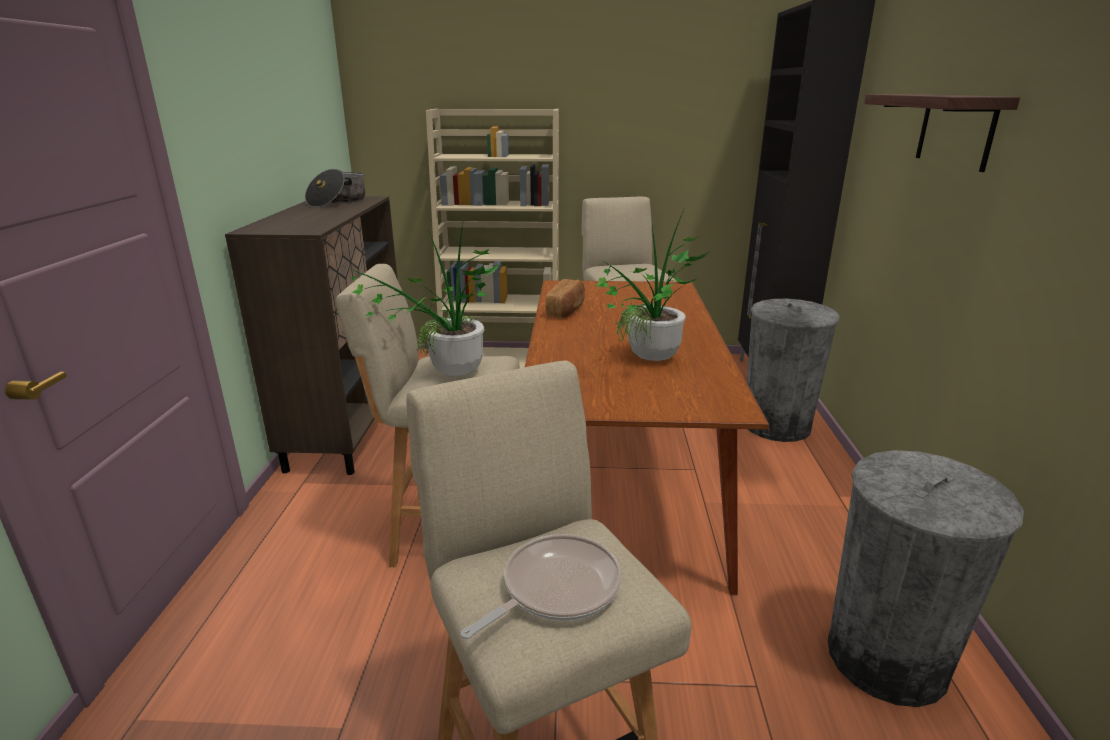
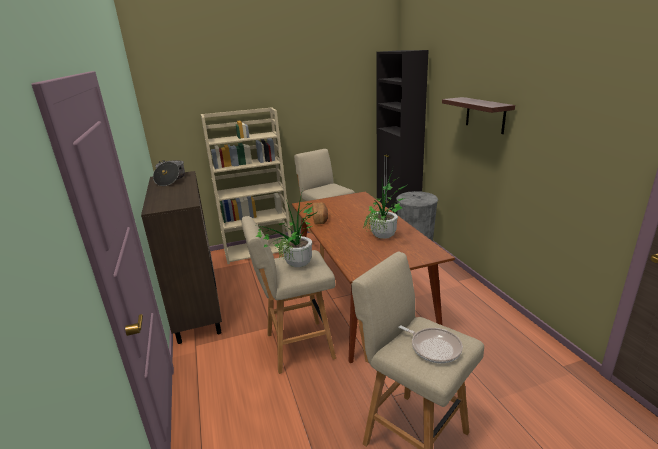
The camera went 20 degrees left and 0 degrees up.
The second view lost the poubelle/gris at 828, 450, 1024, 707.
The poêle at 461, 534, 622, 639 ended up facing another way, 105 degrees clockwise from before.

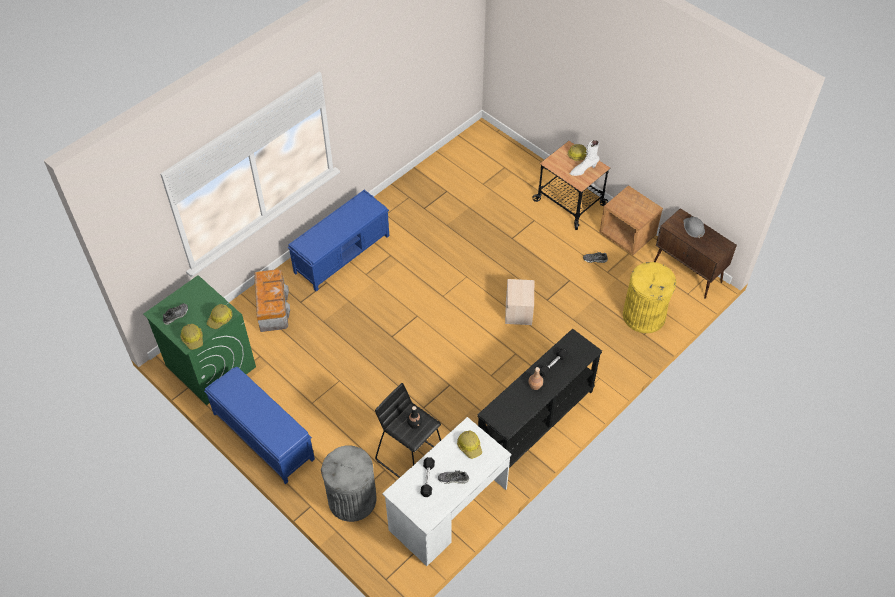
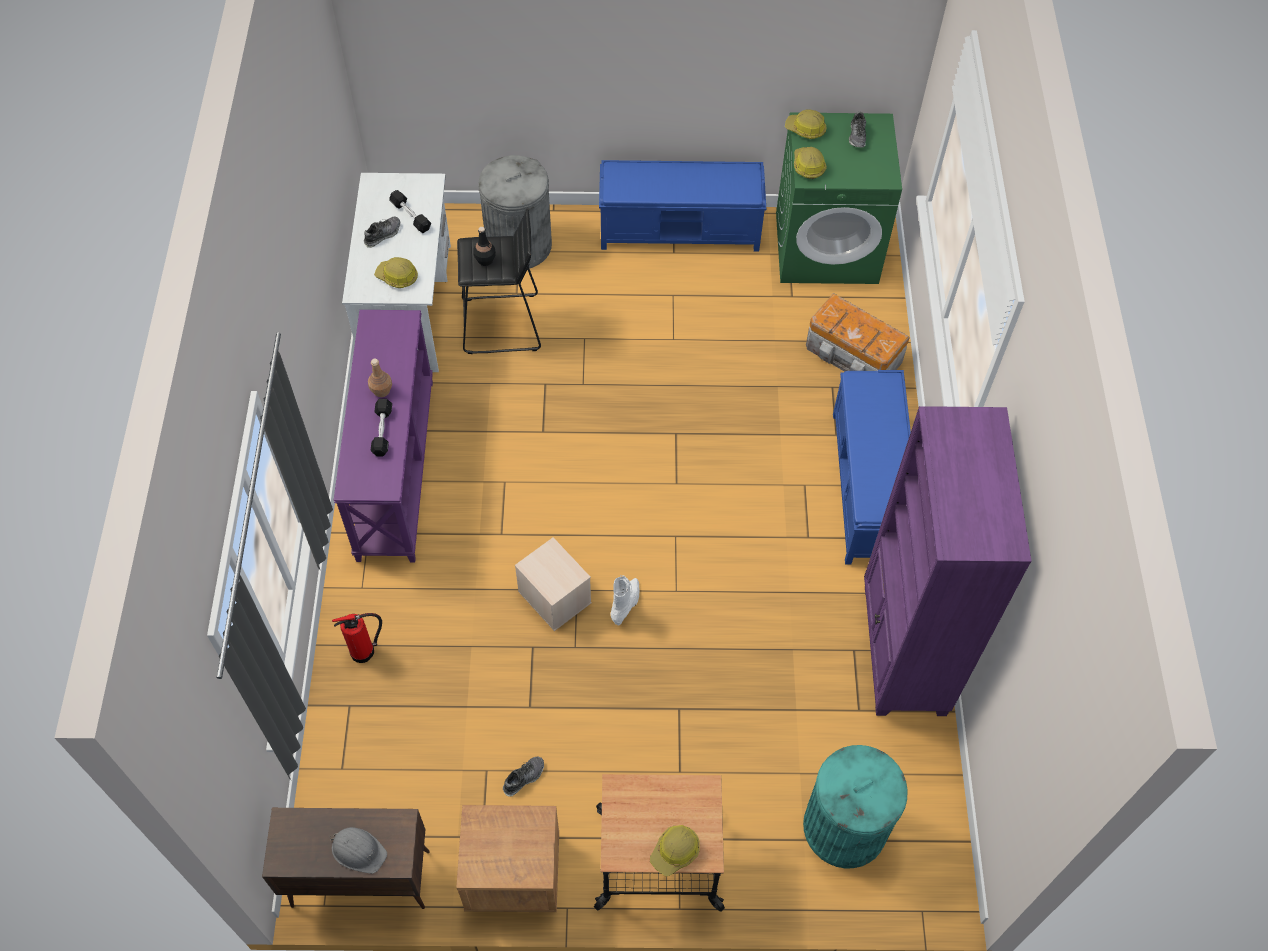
The camera went 135 degrees right and 5 degrees up.
The botte/blanc ended up elsewhere, having gone from 570, 140, 599, 176 to 611, 575, 639, 626.
The second view lost the poubelle/jaune at 623, 262, 676, 333.
What was the table console/noir at 477, 329, 602, 468 turned into the table console/violet at 333, 310, 433, 563.
The second view gained the bibliothèque/violet at 864, 406, 1032, 716.
The second view gained the extincteur at 332, 613, 382, 663.
The second view gained the poubelle/turquoise at 803, 745, 908, 868.

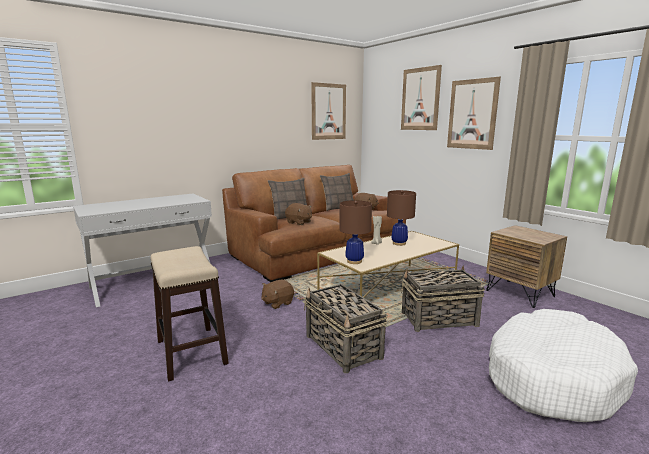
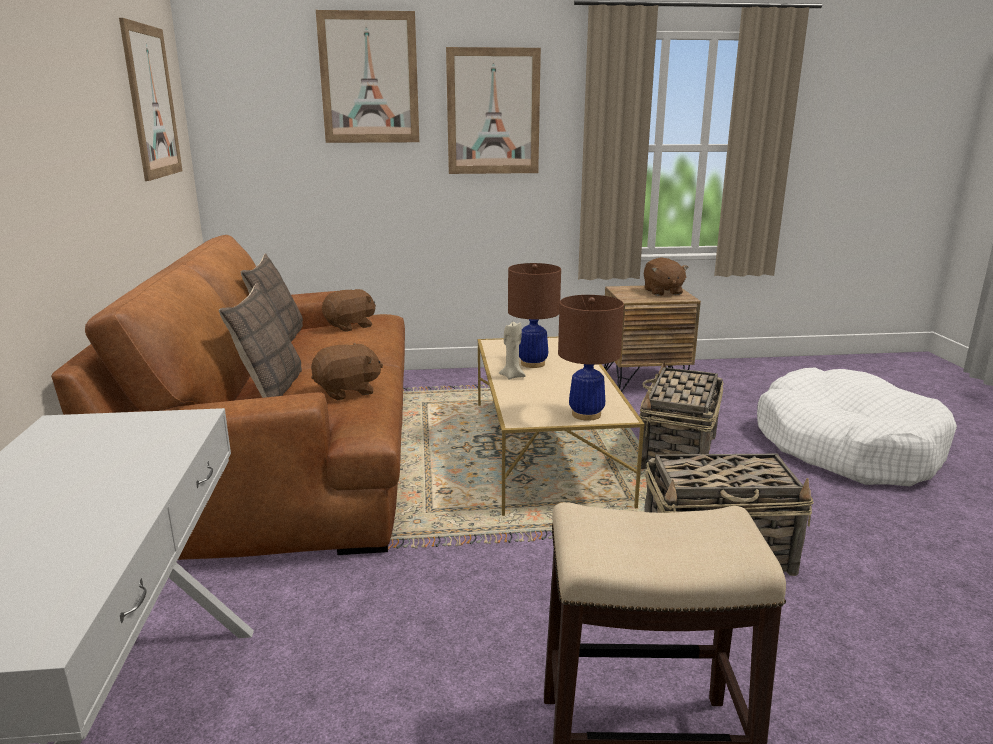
The camera went 60 degrees left and 5 degrees up.
The peluche/marron ended up elsewhere, having gone from 261, 280, 294, 309 to 644, 257, 689, 296.

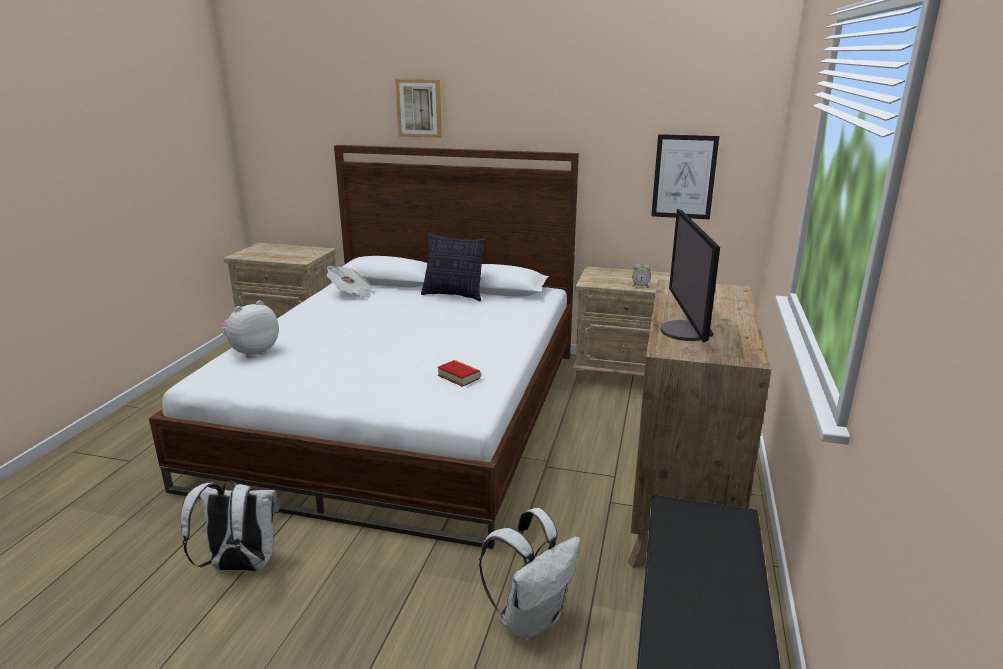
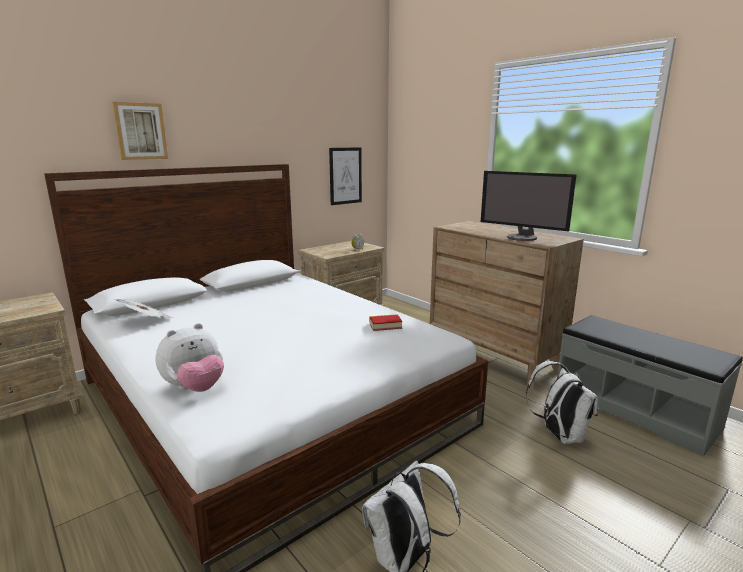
The camera went 55 degrees left and 5 degrees down.
The second view lost the coussin at 421, 232, 487, 301.
The peluche at 221, 300, 279, 358 ended up facing another way, 120 degrees counterclockwise from before.

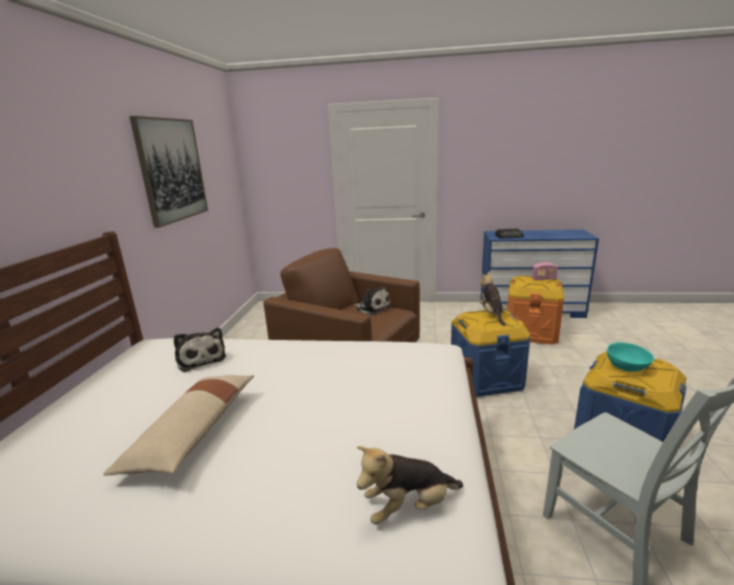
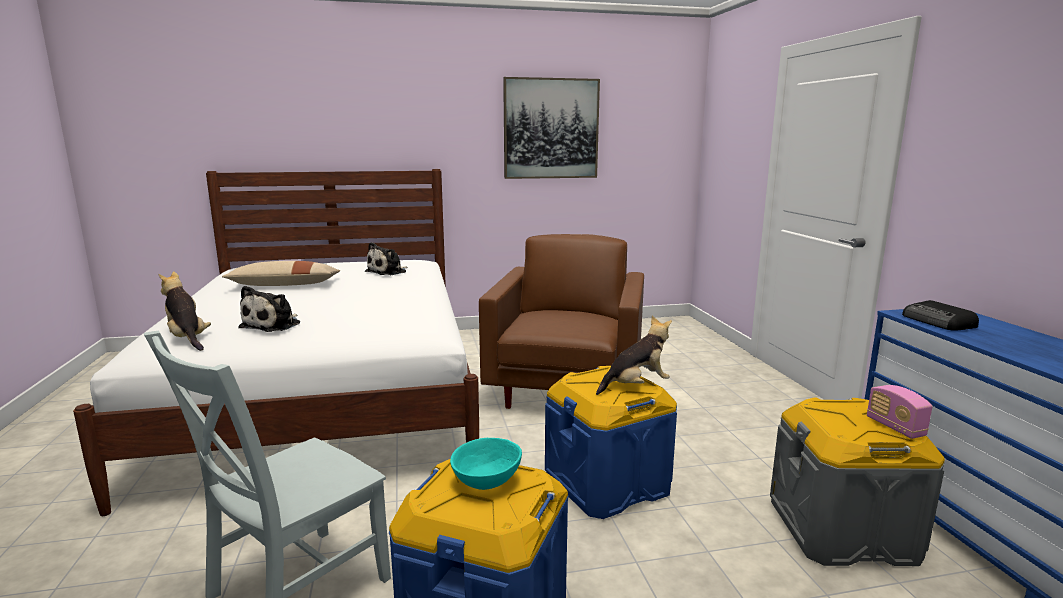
The camera went 70 degrees right and 5 degrees down.
What was the boîte de rangement/orange at 507, 276, 564, 345 turned into the boîte de rangement/gris at 770, 397, 945, 566.
The peluche ended up elsewhere, having gone from 353, 285, 391, 315 to 238, 286, 300, 332.

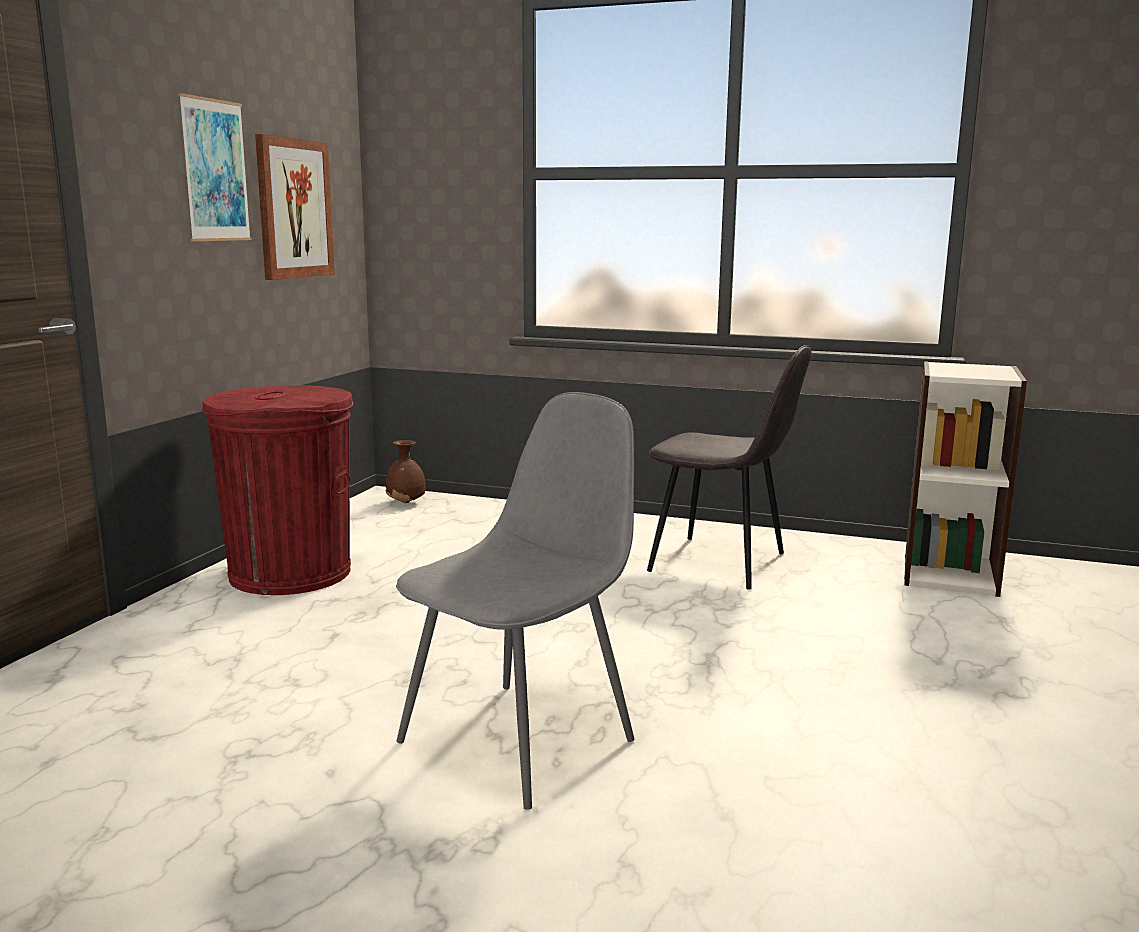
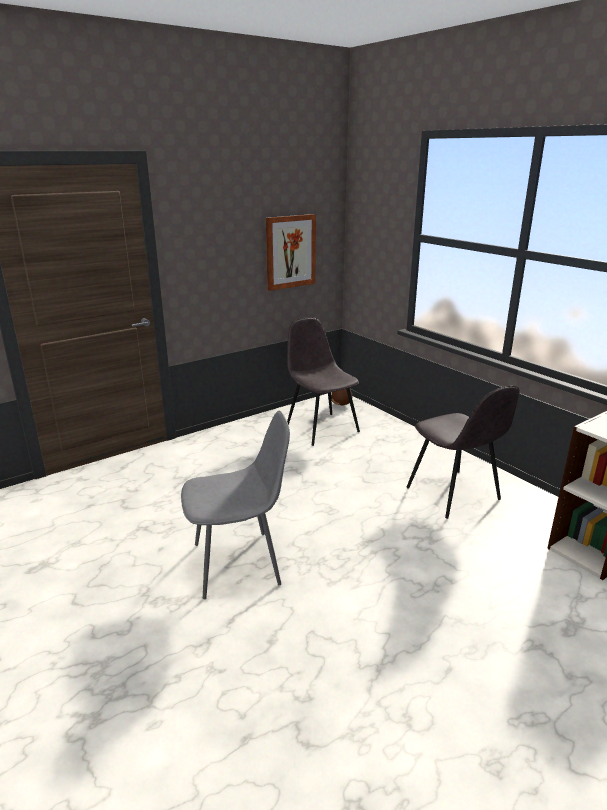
The camera went 35 degrees right and 10 degrees up.
The second view lost the tableau at 178, 93, 252, 241.
The second view lost the poubelle/rouge at 202, 385, 354, 595.
The second view gained the chaise/gris at 287, 317, 360, 446.

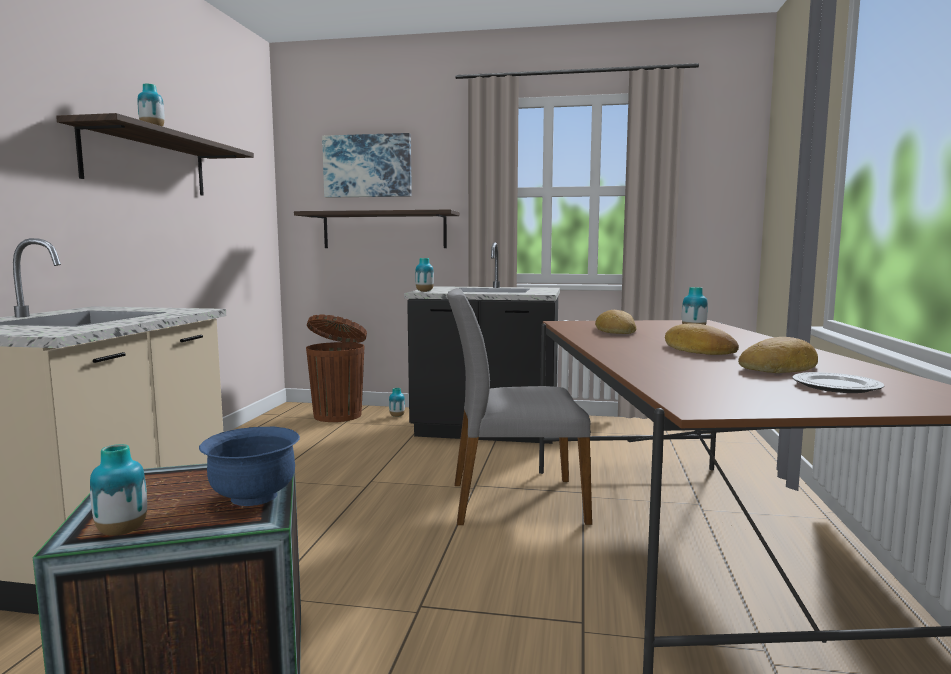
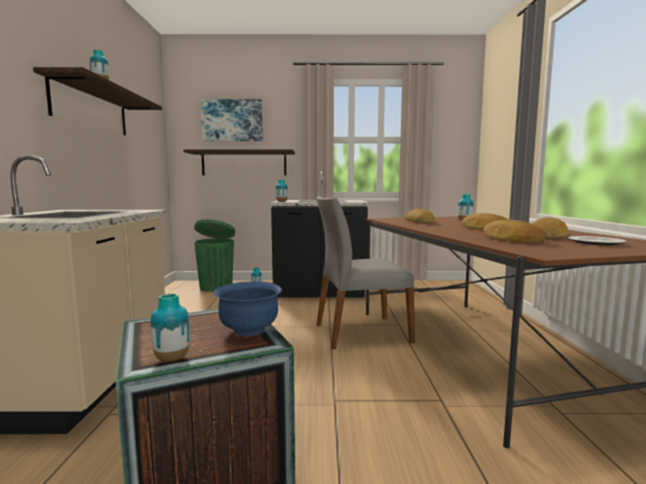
The camera went 10 degrees left and 0 degrees up.
What was the poubelle/marron at 306, 315, 367, 422 turned into the poubelle/vert at 194, 219, 235, 292.
The second view gained the pain at 483, 220, 547, 243.

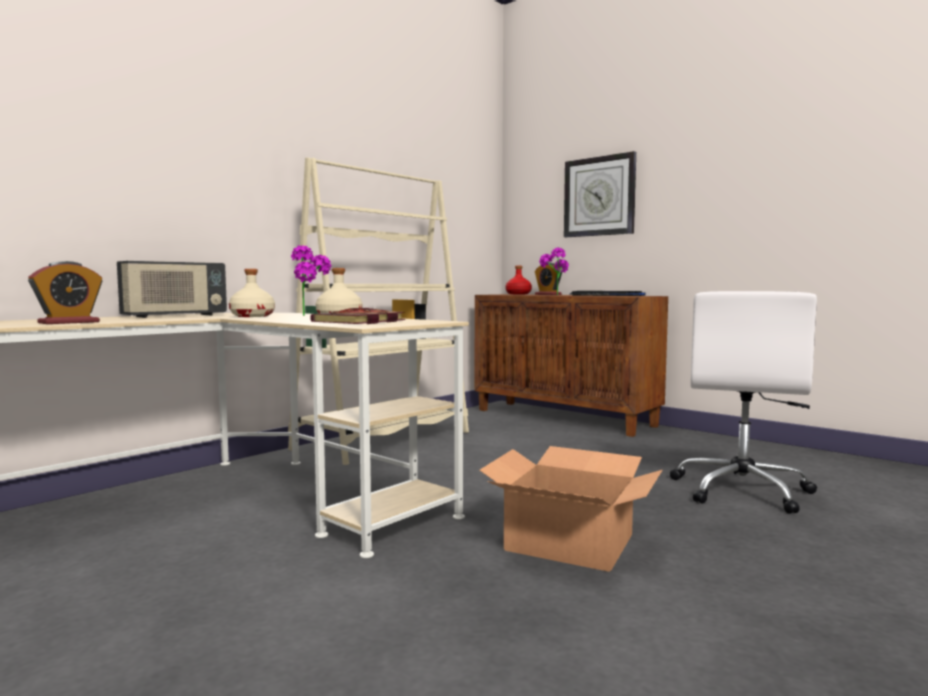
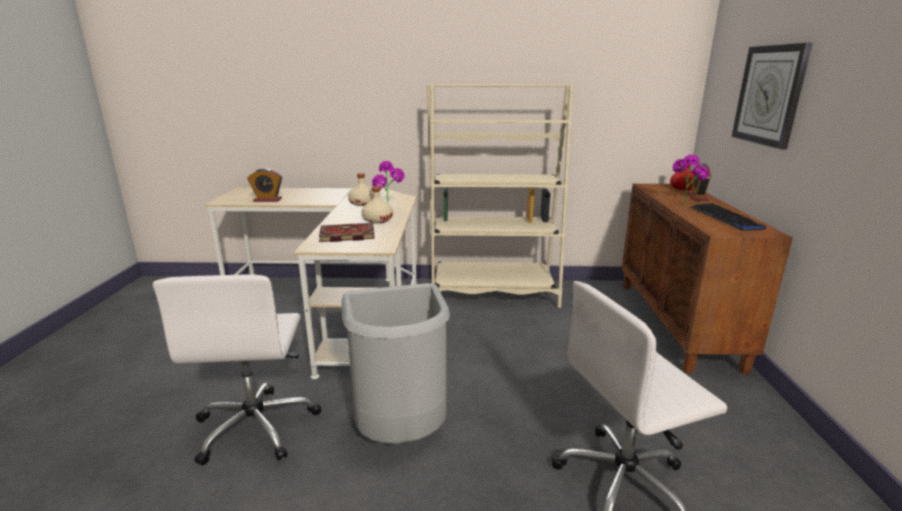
The camera went 50 degrees right and 15 degrees up.
The second view lost the radio at 117, 261, 227, 318.
Where the carton stood at 480, 446, 662, 572, the poubelle/gris came to stand at 341, 283, 450, 444.
The second view gained the chaise de bureau/blanc at 153, 275, 321, 465.

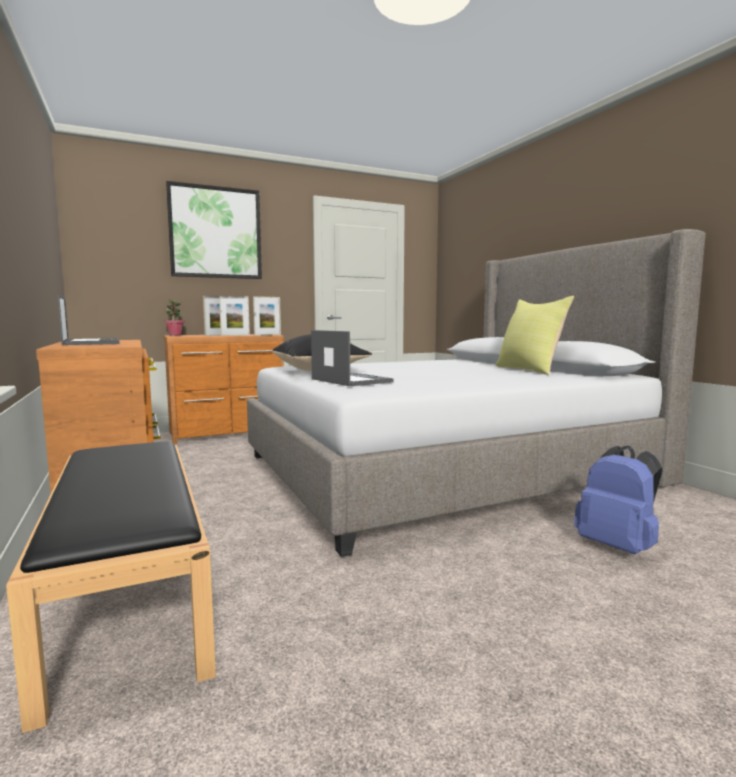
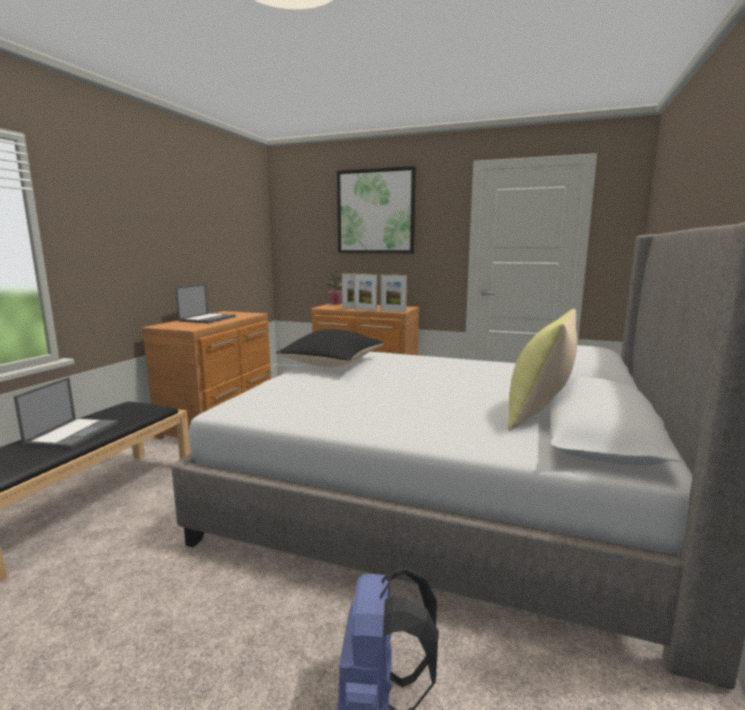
The camera went 45 degrees right and 5 degrees up.
The ordinateur portable ended up elsewhere, having gone from 311, 330, 394, 386 to 13, 377, 118, 449.

